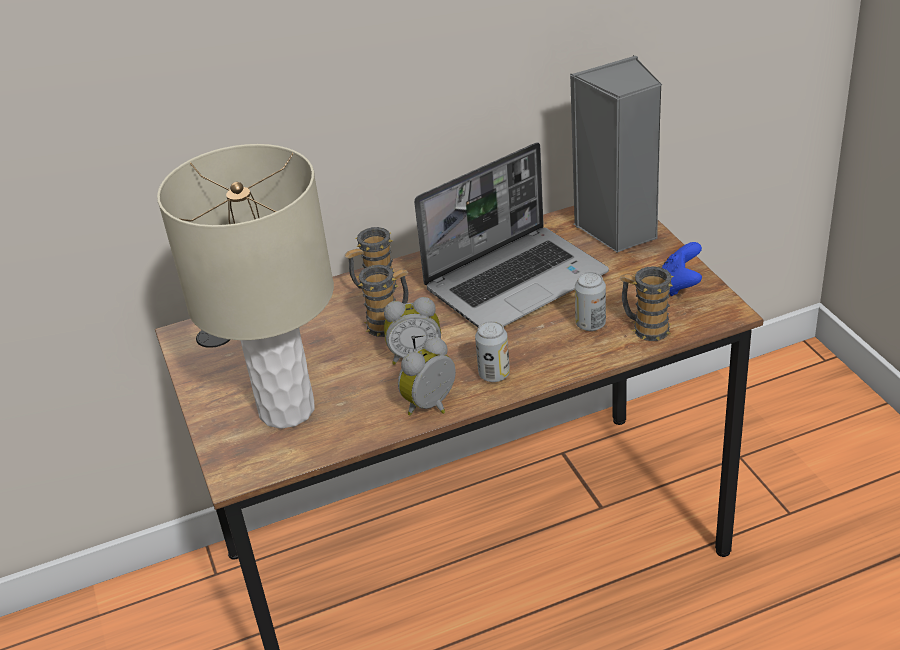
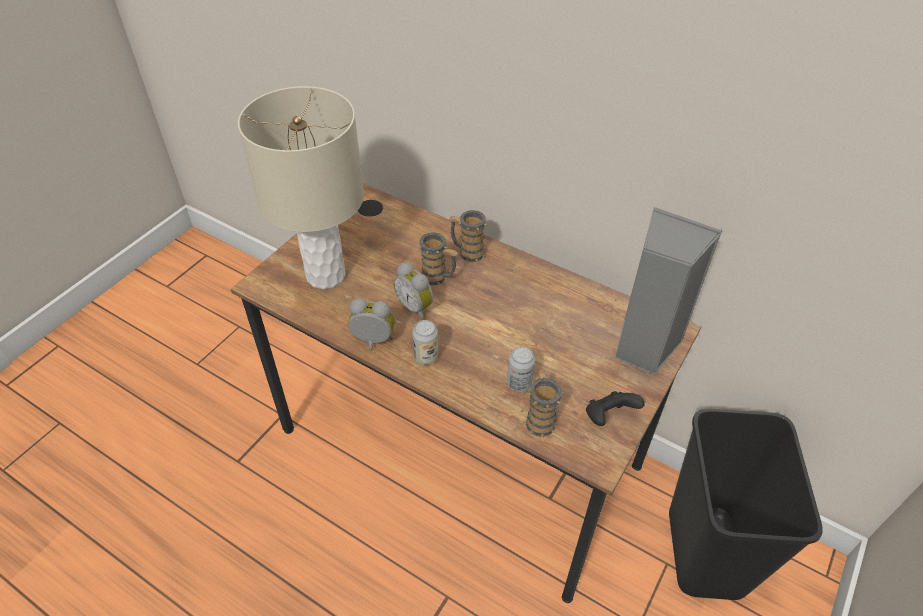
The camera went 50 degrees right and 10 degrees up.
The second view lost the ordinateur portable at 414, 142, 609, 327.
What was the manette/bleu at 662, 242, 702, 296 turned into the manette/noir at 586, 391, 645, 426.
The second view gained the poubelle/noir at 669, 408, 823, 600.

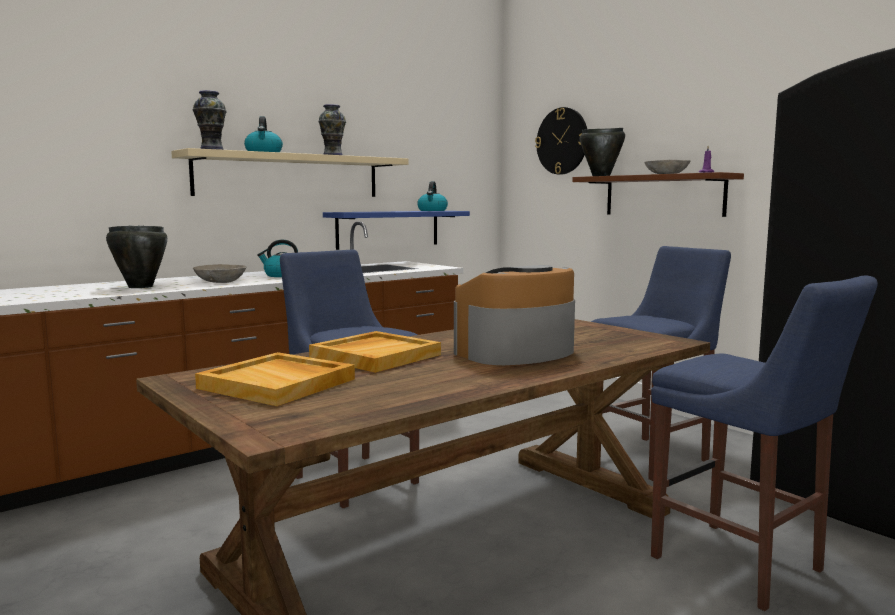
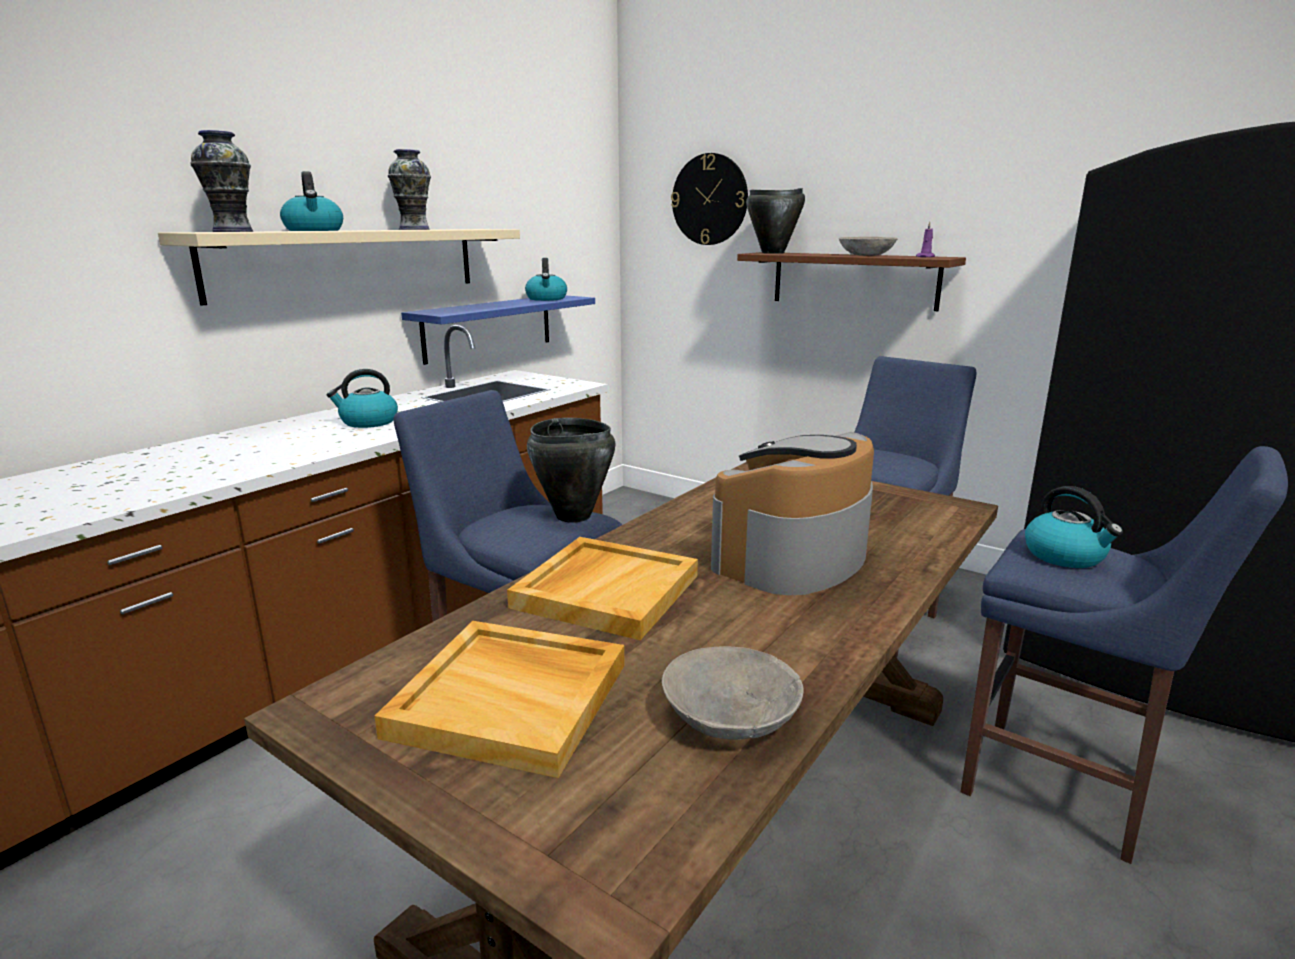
The camera went 15 degrees left and 10 degrees up.
The marmite/noir ended up elsewhere, having gone from 106, 226, 167, 288 to 527, 418, 615, 522.
The bol/gris ended up elsewhere, having gone from 193, 264, 246, 283 to 662, 646, 804, 740.
The second view gained the bouilloire at 1025, 486, 1123, 568.

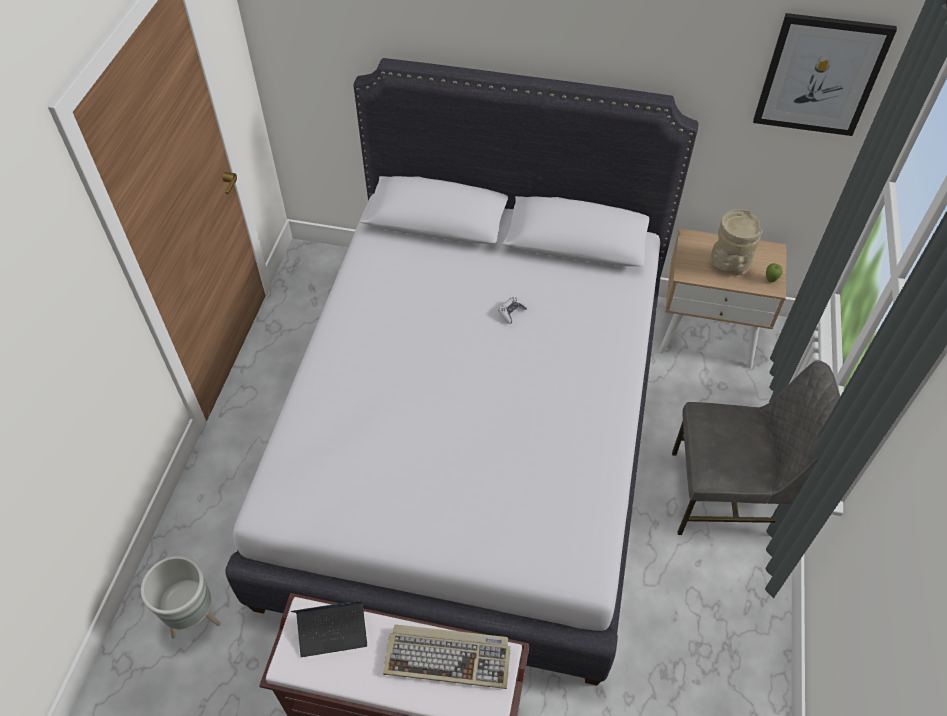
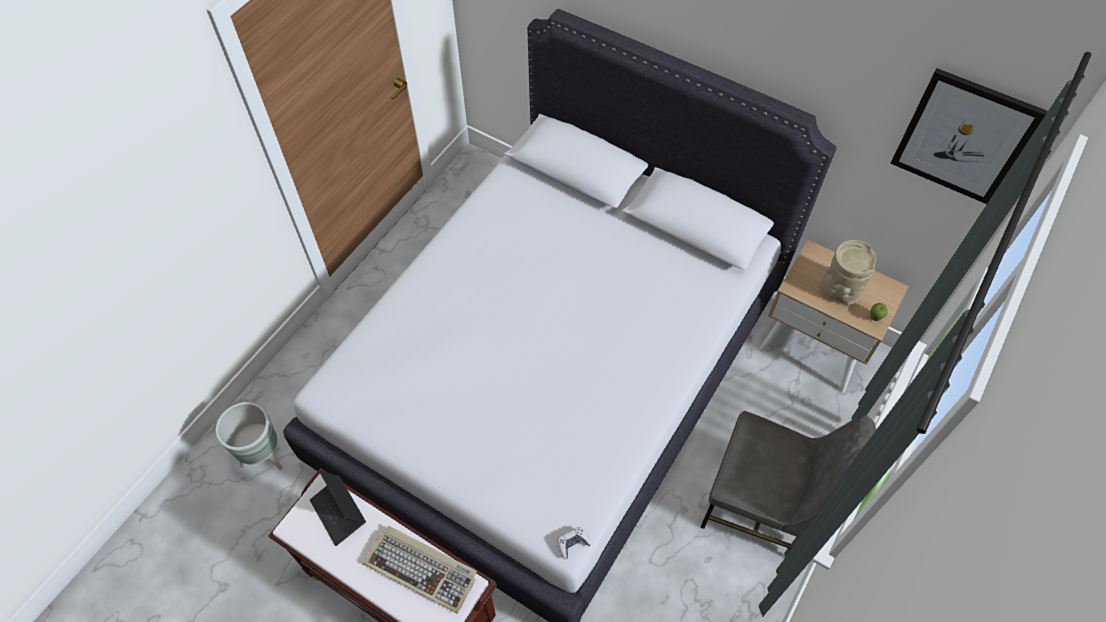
The camera went 20 degrees right and 5 degrees up.
The manette ended up elsewhere, having gone from 498, 297, 527, 324 to 558, 527, 592, 560.
The ordinateur portable at 291, 600, 367, 657 ended up facing another way, 45 degrees clockwise from before.

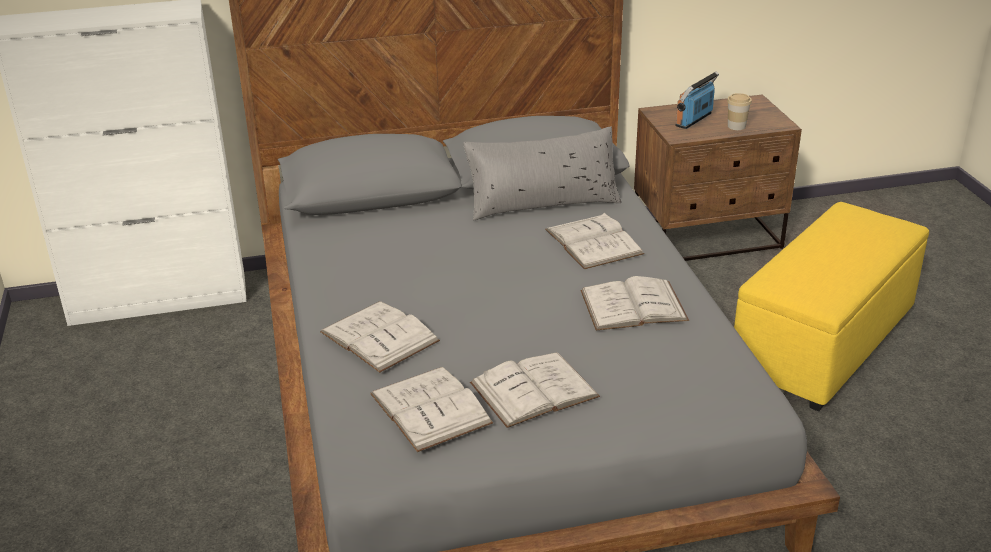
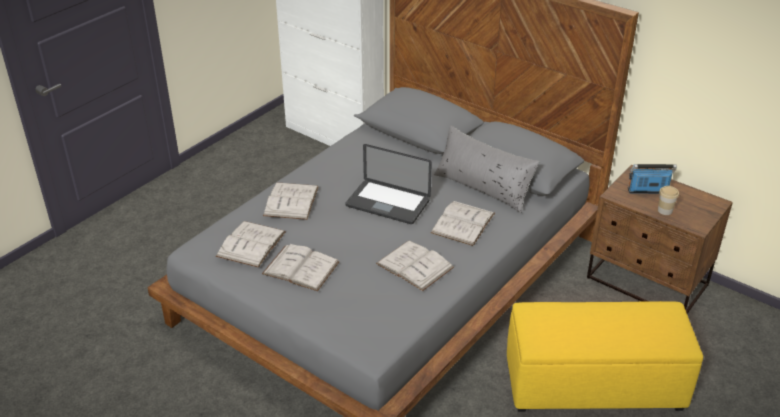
The camera went 50 degrees right and 5 degrees up.
The second view gained the ordinateur portable at 345, 144, 432, 224.

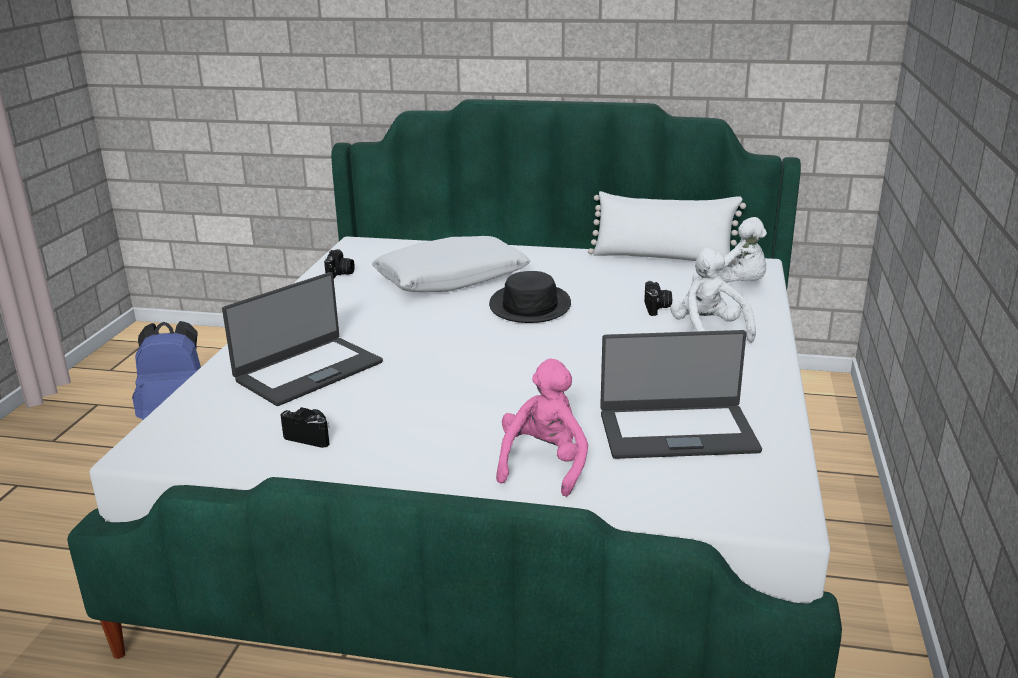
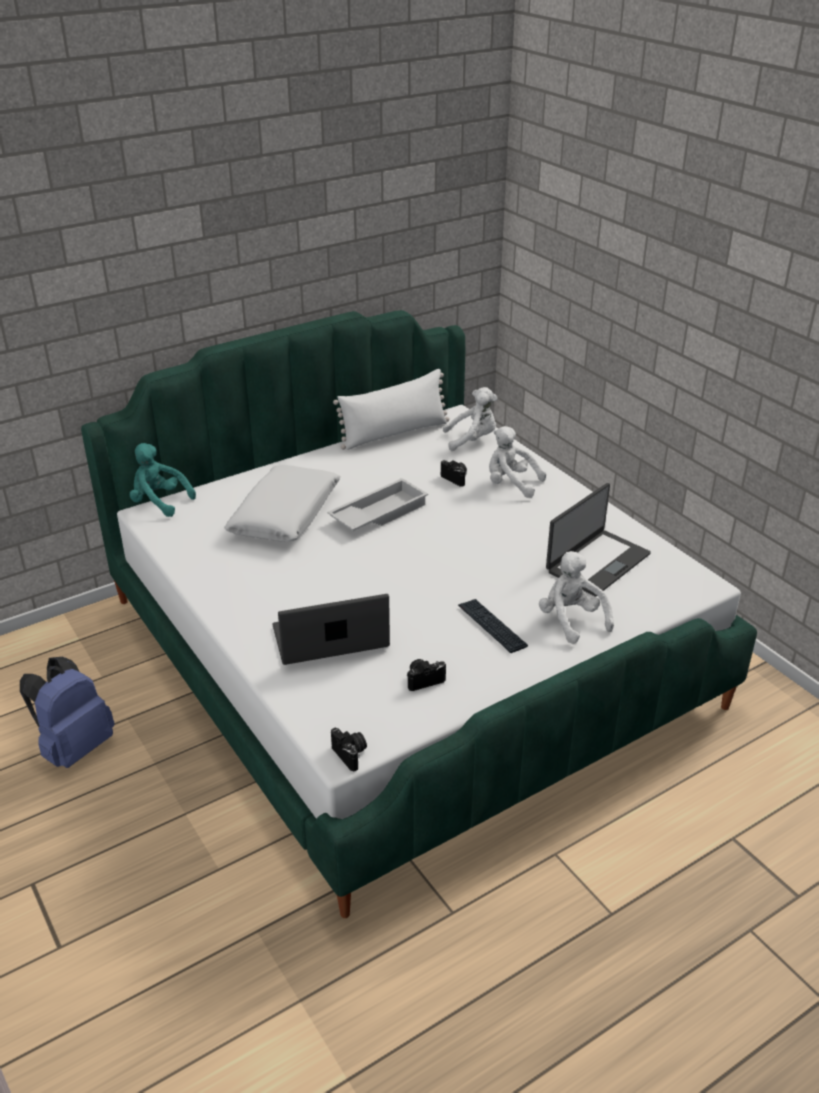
The camera went 45 degrees left and 10 degrees up.
The appareil photo ended up elsewhere, having gone from 324, 249, 355, 278 to 331, 728, 367, 772.
Where the chapeau/noir stood at 489, 271, 571, 323, the plateau/blanc came to stand at 327, 478, 428, 531.
The ordinateur portable at 222, 272, 383, 406 ended up facing another way, 105 degrees counterclockwise from before.
What was the peluche/rose at 496, 359, 588, 497 turned into the peluche/blanc at 539, 551, 614, 644.
The second view gained the peluche/turquoise at 130, 443, 196, 517.
The second view gained the clavier at 458, 599, 528, 653.

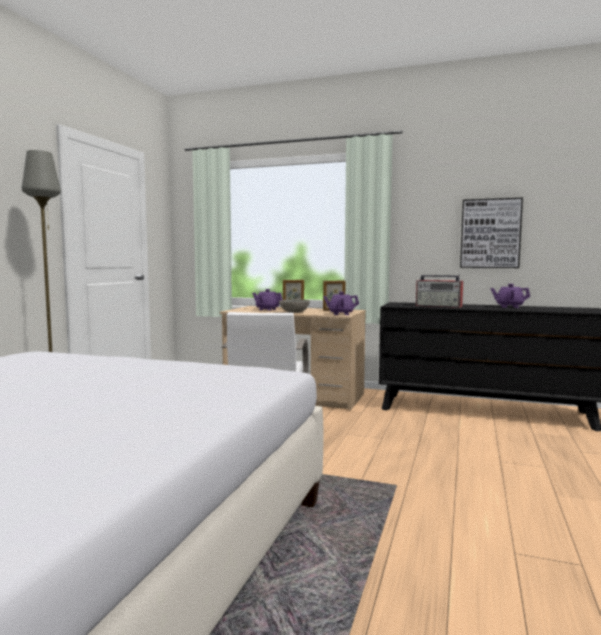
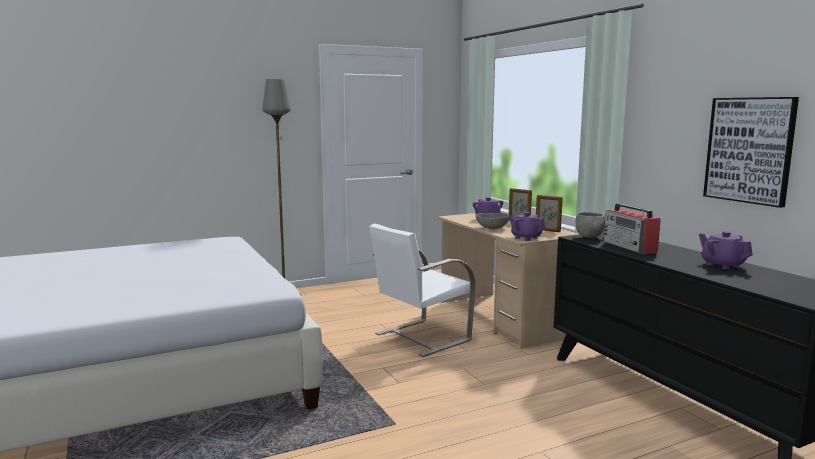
The camera went 45 degrees right and 5 degrees up.
The second view gained the bol/gris at 575, 212, 605, 238.

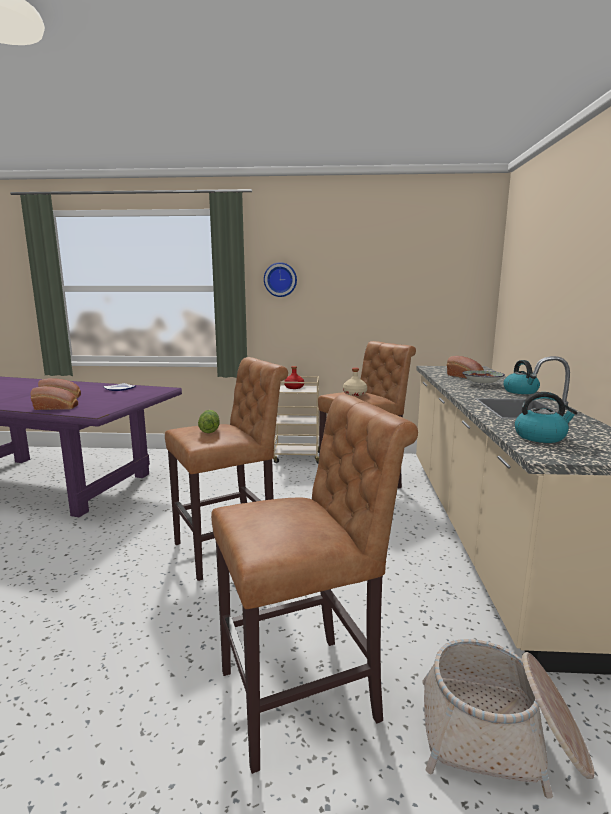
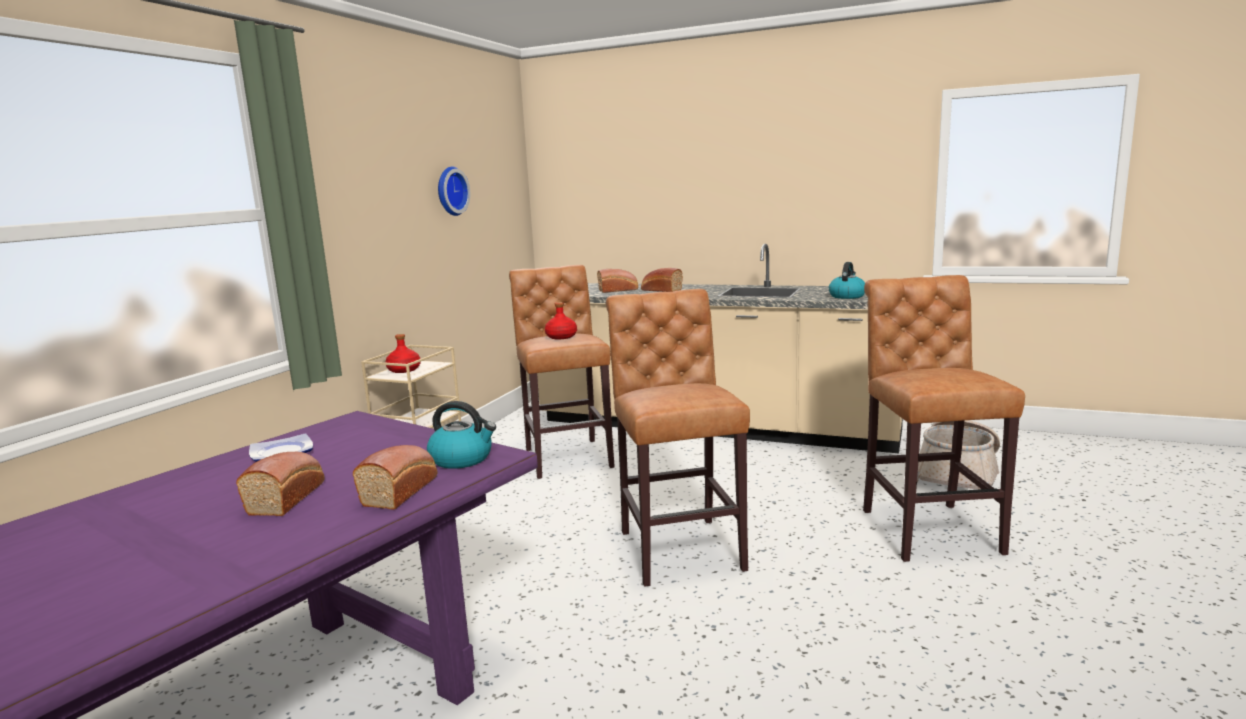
The camera went 70 degrees left and 0 degrees up.
The horloge murale ended up elsewhere, having gone from 264, 262, 297, 297 to 438, 167, 470, 216.
The bouilloire ended up elsewhere, having gone from 503, 360, 540, 394 to 427, 401, 496, 469.
What was the bouteille/beige at 343, 368, 367, 396 turned into the bouteille/rouge at 545, 302, 577, 339.
Where the bol stood at 462, 370, 505, 385, the pain came to stand at 641, 268, 683, 292.
The second view lost the laitue at 198, 410, 220, 433.

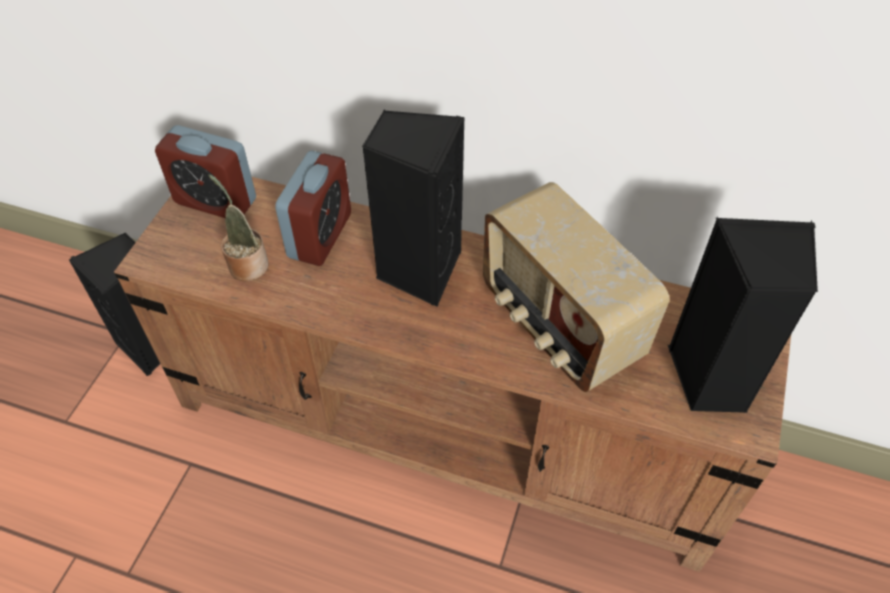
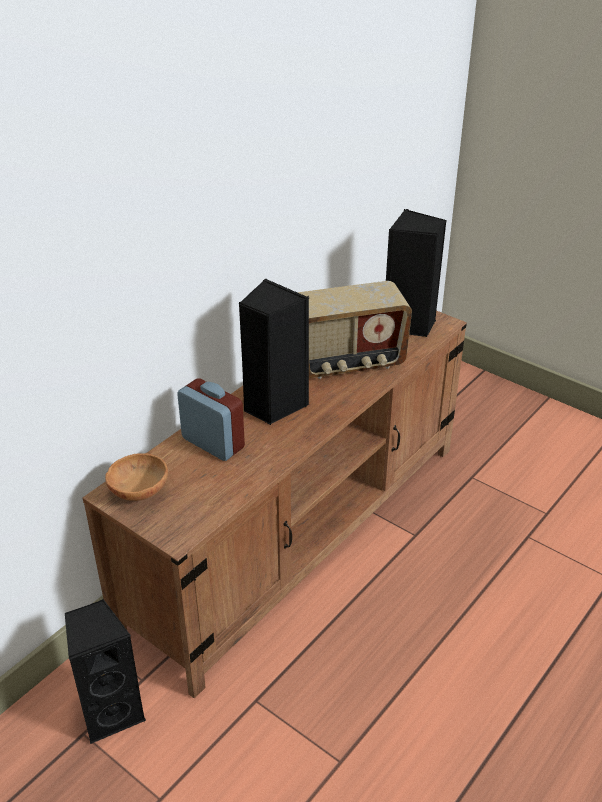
The camera went 70 degrees left and 15 degrees down.
Where the réveil stood at 155, 125, 256, 218, the bol/marron came to stand at 105, 453, 168, 501.
The second view lost the plante en pot at 208, 174, 269, 281.

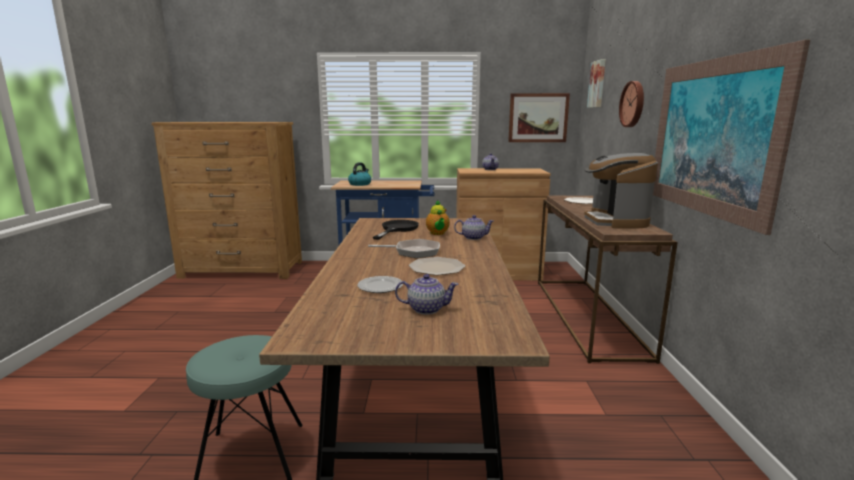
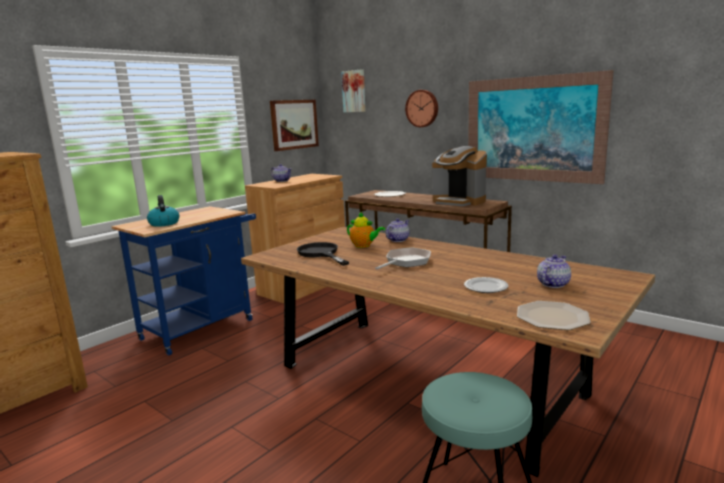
The camera went 50 degrees left and 0 degrees up.
The assiette ended up elsewhere, having gone from 409, 257, 466, 276 to 517, 301, 591, 330.

